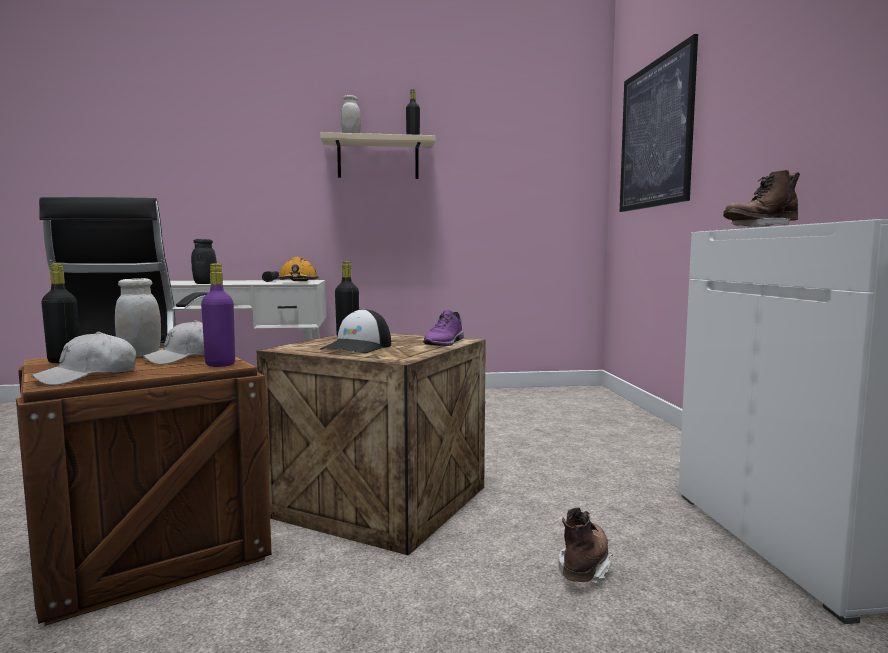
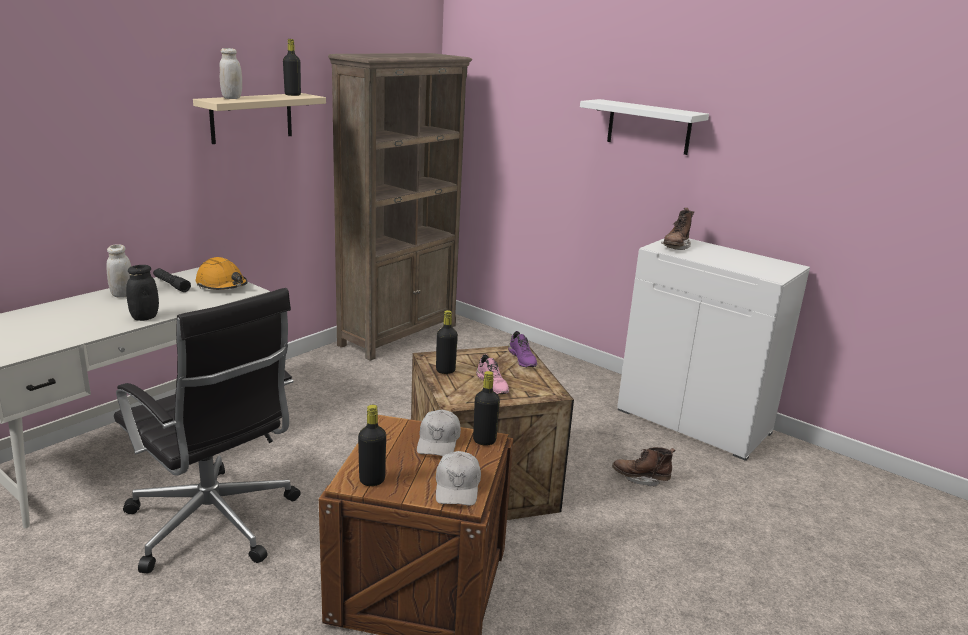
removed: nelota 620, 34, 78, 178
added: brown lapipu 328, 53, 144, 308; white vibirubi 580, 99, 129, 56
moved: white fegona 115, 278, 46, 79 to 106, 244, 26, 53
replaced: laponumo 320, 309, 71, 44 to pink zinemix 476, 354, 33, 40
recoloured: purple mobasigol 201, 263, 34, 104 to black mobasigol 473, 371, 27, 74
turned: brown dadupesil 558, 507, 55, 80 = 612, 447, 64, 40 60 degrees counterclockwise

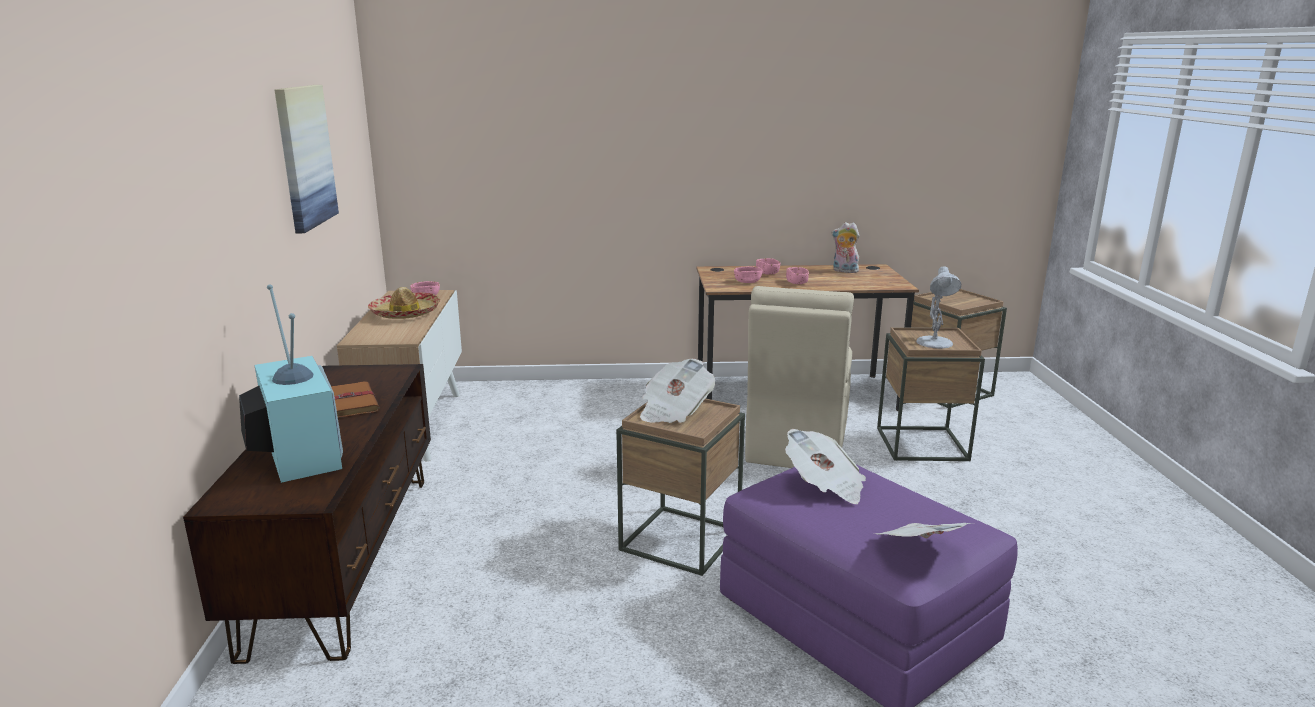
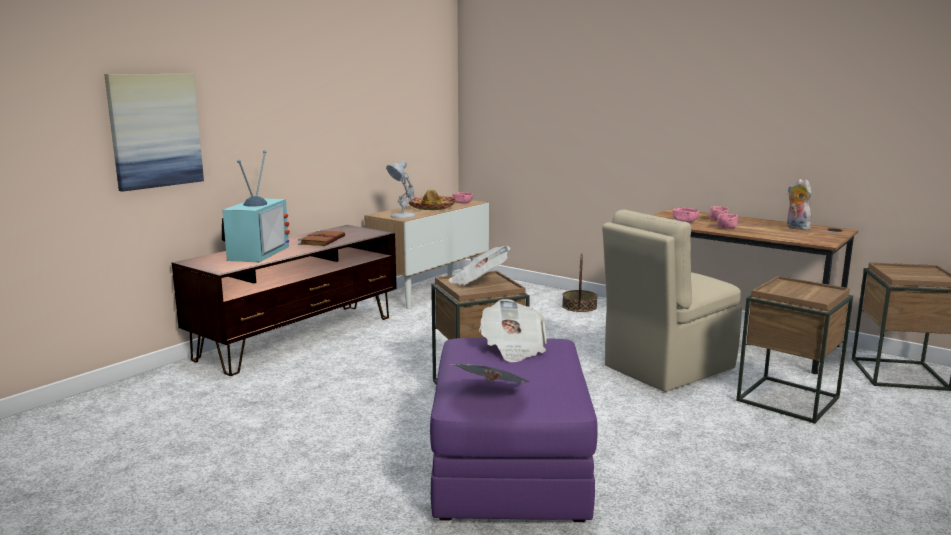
added: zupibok 562, 253, 36, 59
moved: nelota 274, 85, 65, 148 to 104, 74, 100, 118; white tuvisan 916, 266, 45, 83 to 386, 161, 30, 57

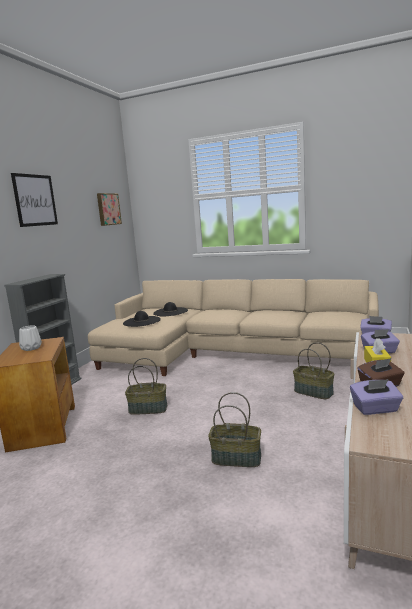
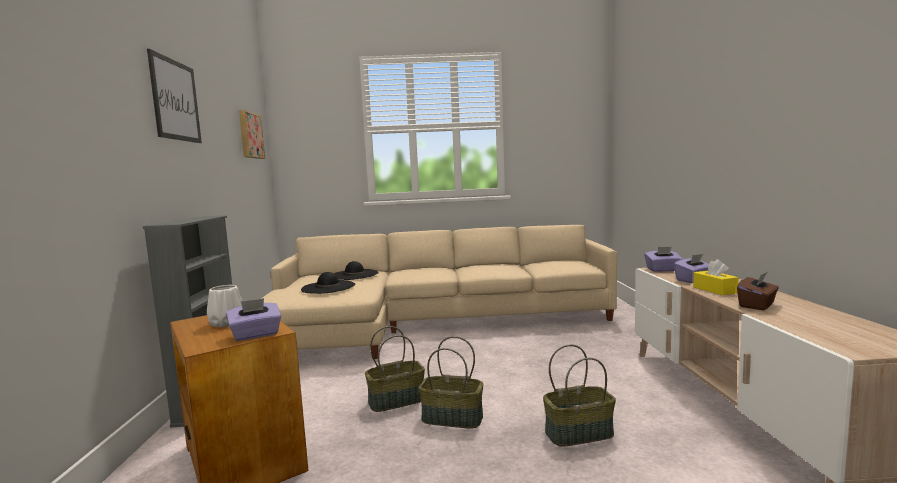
moved: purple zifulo 350, 379, 53, 36 to 226, 298, 55, 43; zupibok 293, 342, 41, 57 to 418, 336, 65, 92

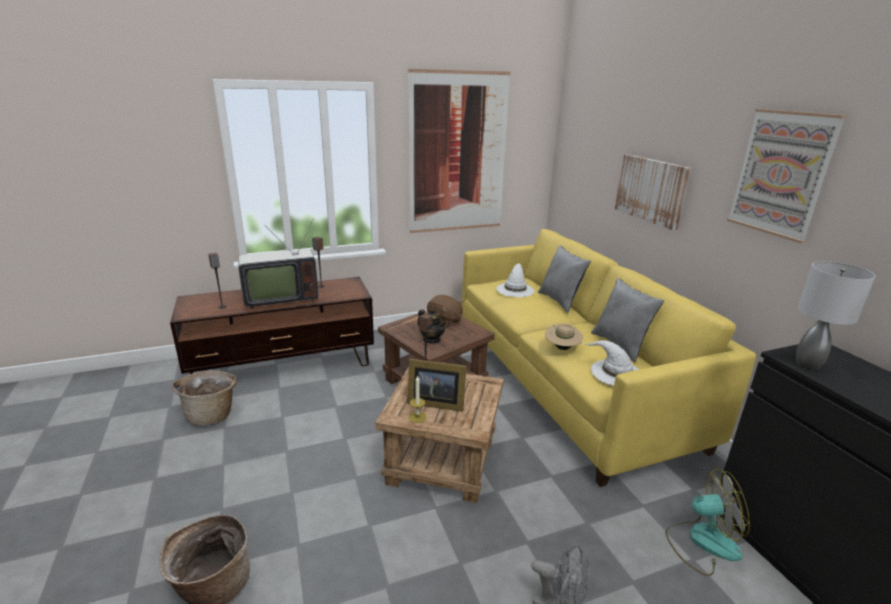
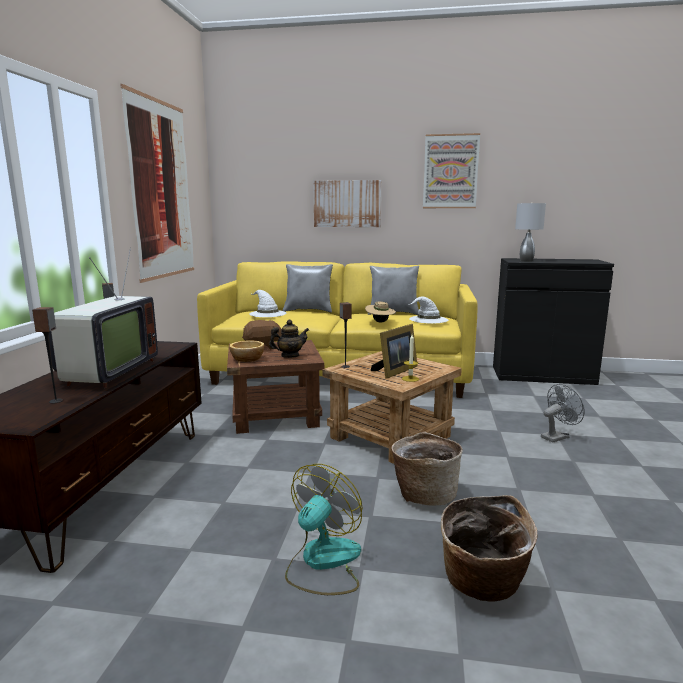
added: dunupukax 229, 340, 35, 22
moved: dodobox 665, 468, 85, 108 to 285, 464, 78, 131; zupibok 172, 370, 65, 55 to 391, 432, 72, 73

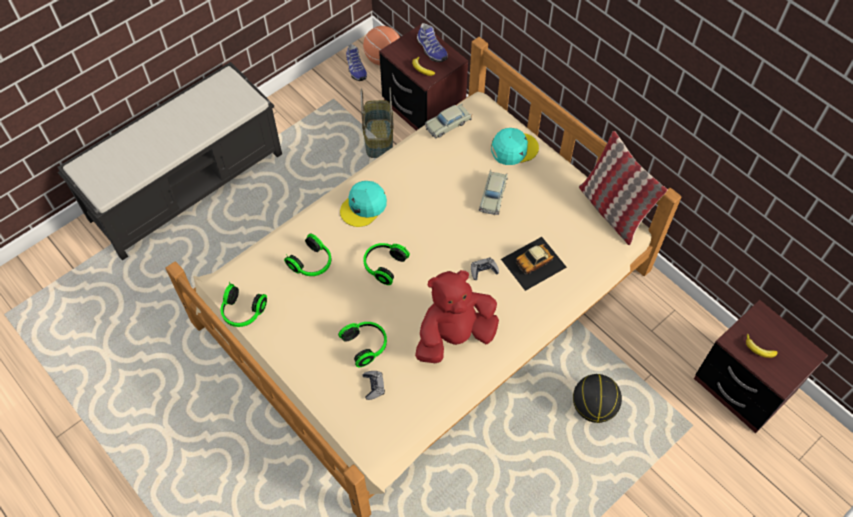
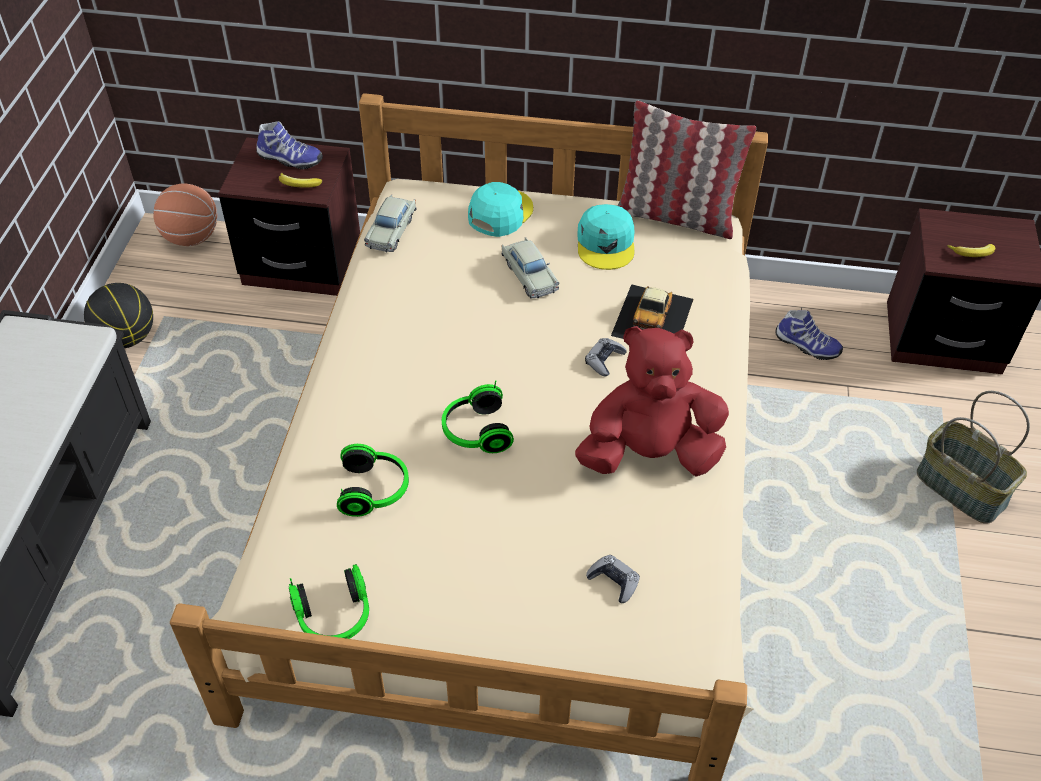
removed: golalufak 338, 322, 49, 45
moved: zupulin 573, 374, 49, 49 to 84, 283, 69, 65; turquoise laponumo 340, 181, 47, 46 to 578, 204, 57, 66; zinemix 346, 44, 21, 37 to 775, 310, 68, 50; zupibok 361, 87, 33, 71 to 917, 391, 113, 133
turned: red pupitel 415, 270, 84, 93 = 575, 326, 154, 151 60 degrees clockwise

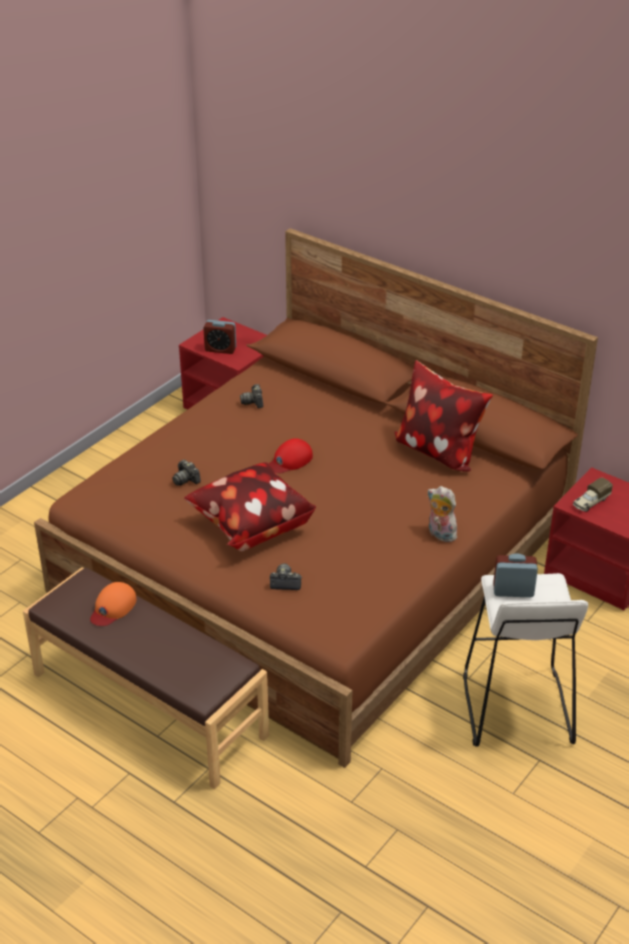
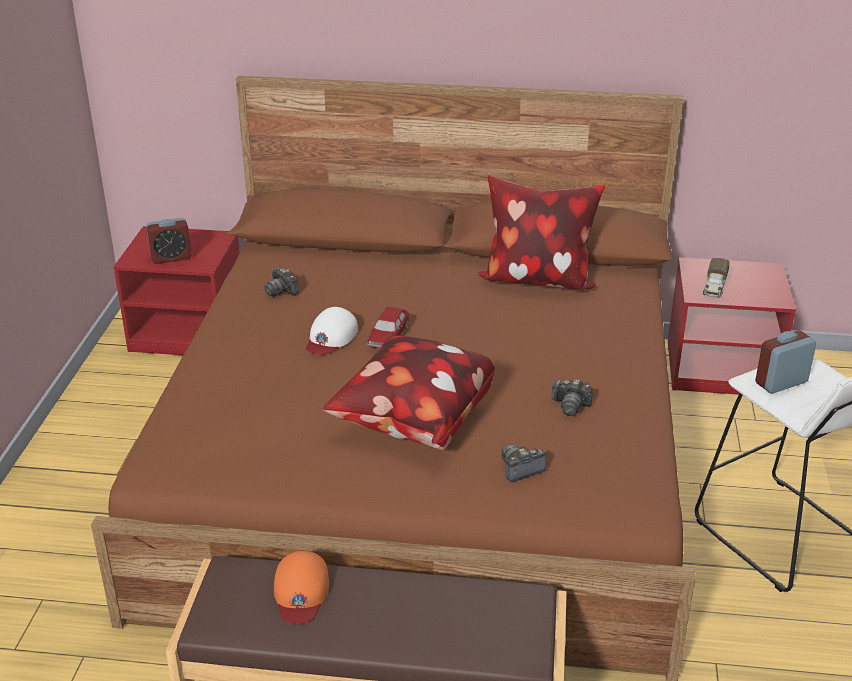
removed: pupitel 428, 486, 29, 56
added: white laponumo 306, 307, 52, 48
moved: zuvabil 172, 460, 29, 26 to 551, 379, 42, 37
replaced: red laponumo 269, 438, 44, 35 to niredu 366, 307, 44, 41

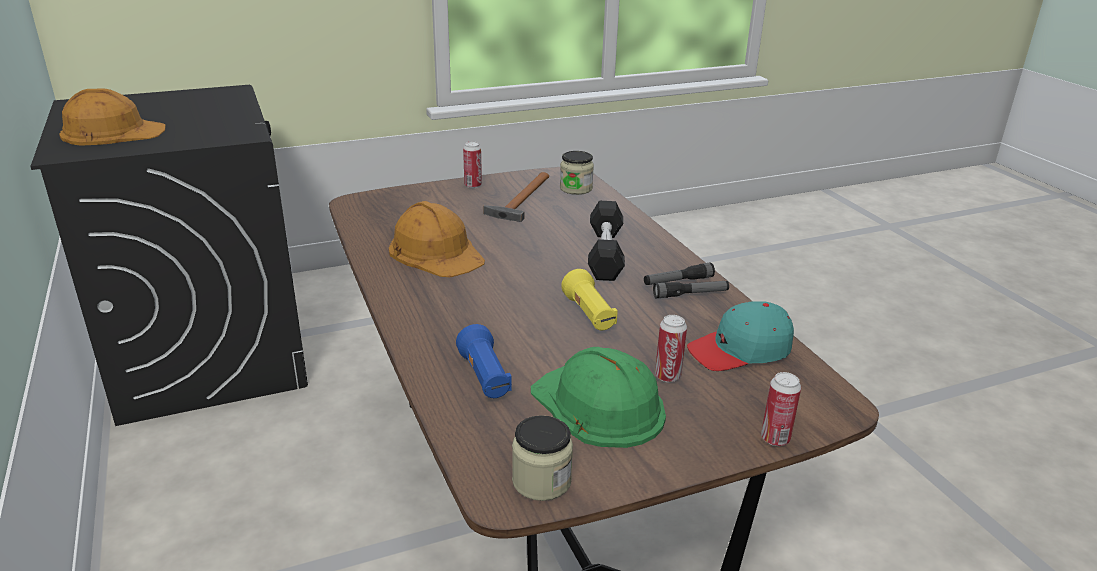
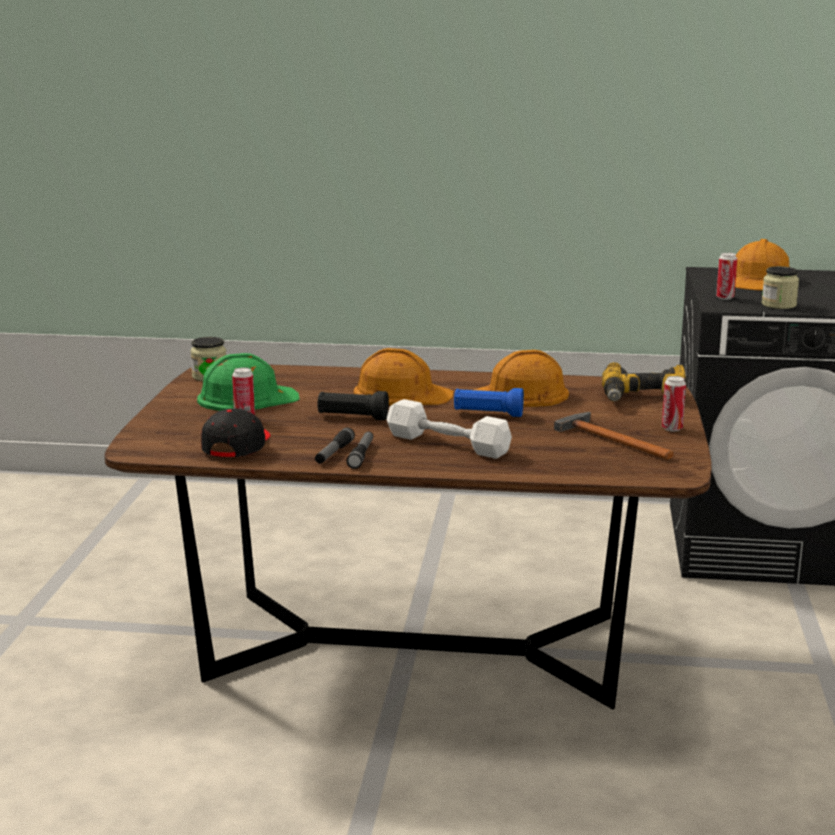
added: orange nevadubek 354, 348, 100, 57; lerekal 602, 362, 85, 39
moved: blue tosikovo 456, 324, 56, 74 to 454, 388, 70, 29; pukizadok 761, 372, 40, 74 to 716, 253, 21, 47; fegona 560, 151, 34, 44 to 761, 266, 38, 43
recoloured: turquoise laponumo 687, 301, 107, 70 to black laponumo 201, 408, 69, 49; yellow tosikovo 561, 269, 57, 62 to black tosikovo 318, 391, 71, 29; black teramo 588, 201, 37, 80 to white teramo 386, 399, 126, 60

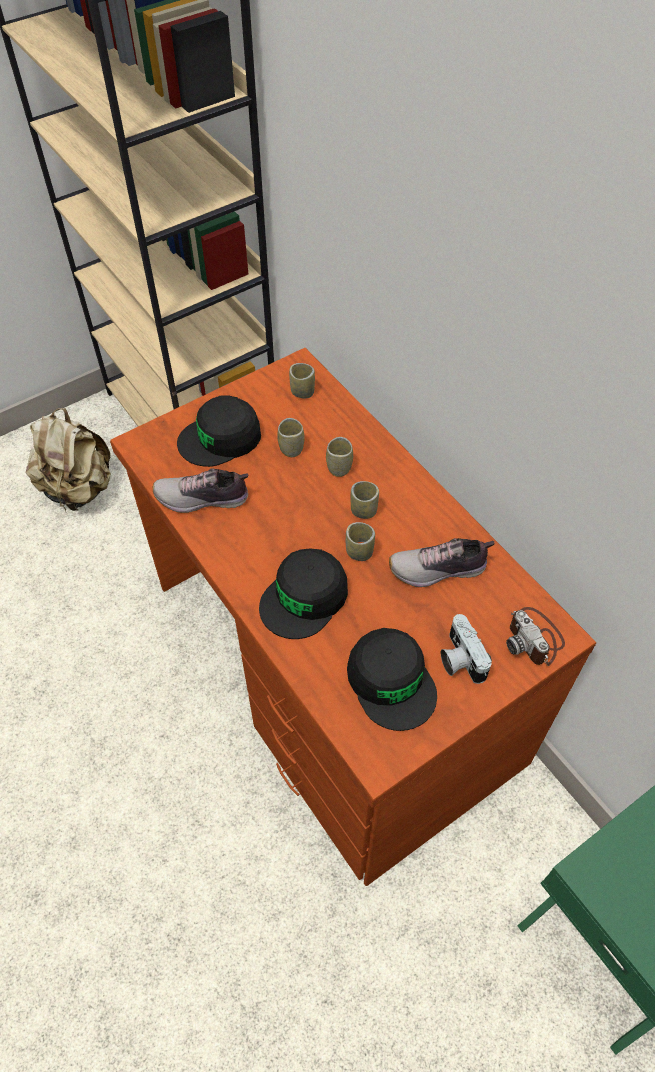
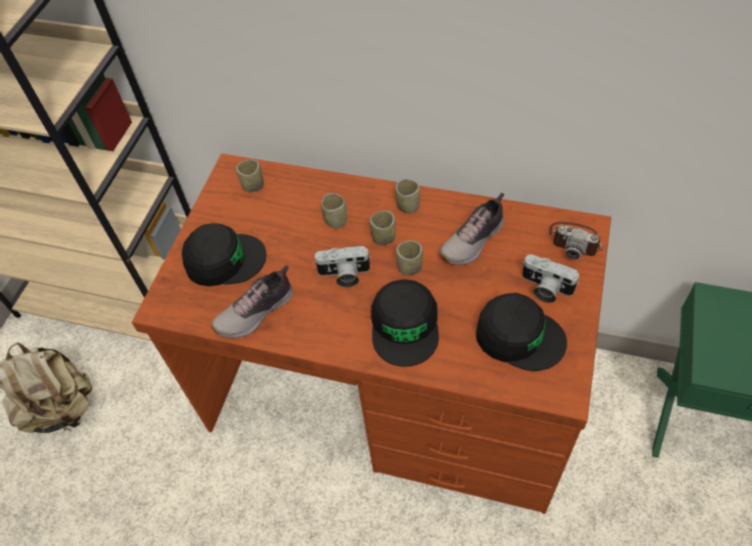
added: zuvabil 315, 245, 56, 42
moved: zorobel 277, 418, 28, 39 to 395, 179, 25, 34
turned: black laponumo 177, 396, 84, 71 = 182, 223, 84, 63 120 degrees counterclockwise

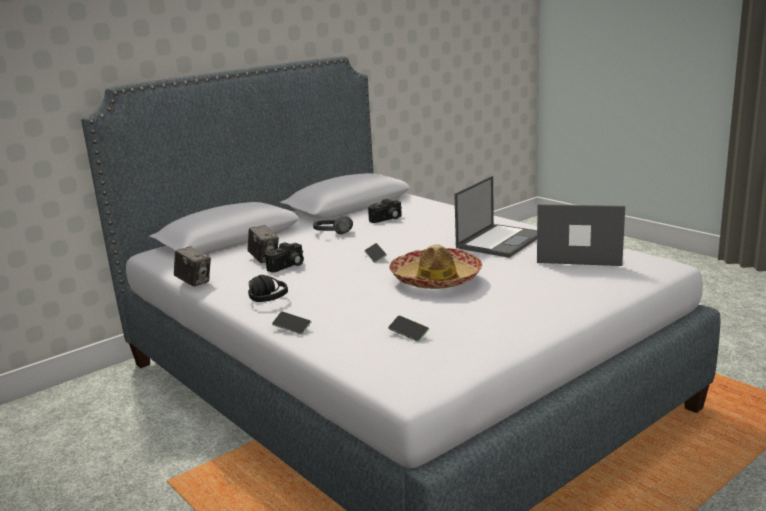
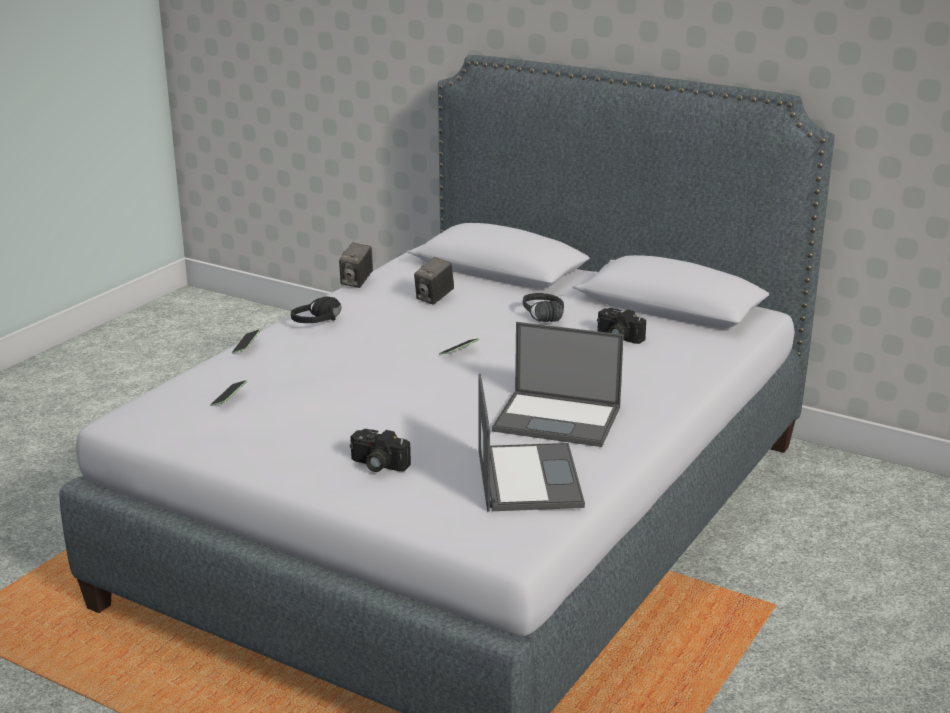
removed: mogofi 389, 244, 93, 45
moved: zuvabil 265, 242, 39, 31 to 350, 429, 61, 43

